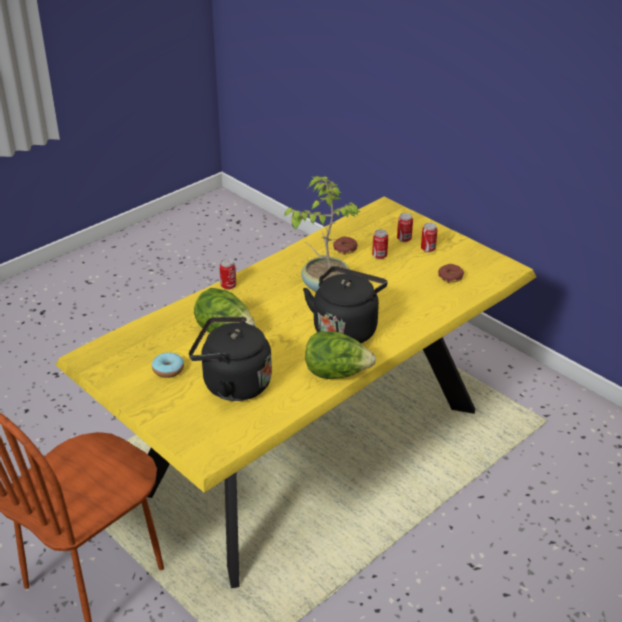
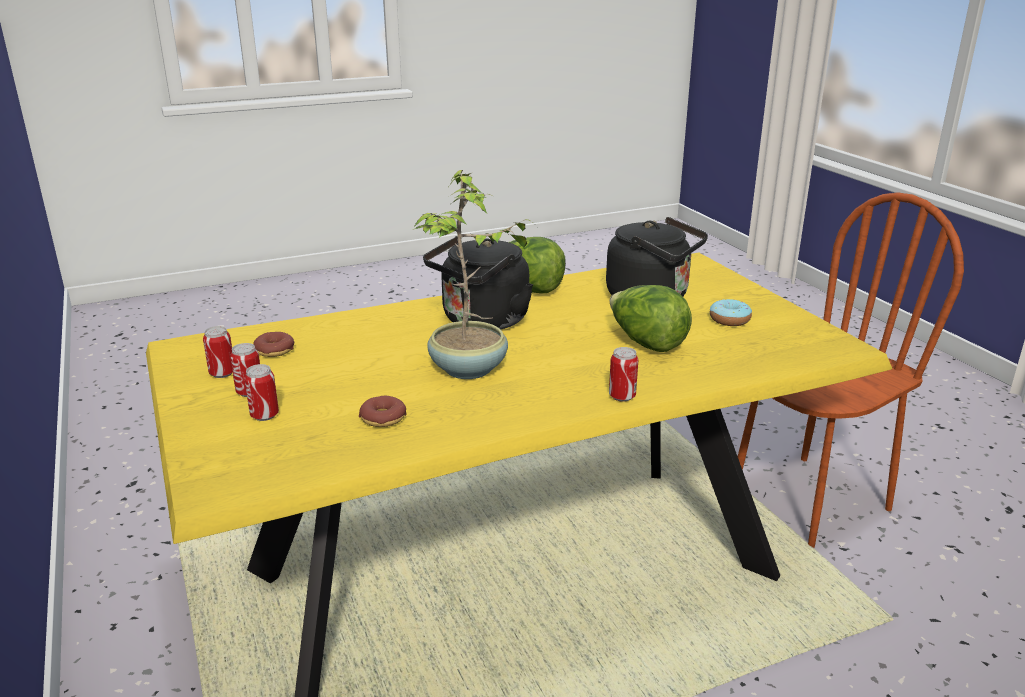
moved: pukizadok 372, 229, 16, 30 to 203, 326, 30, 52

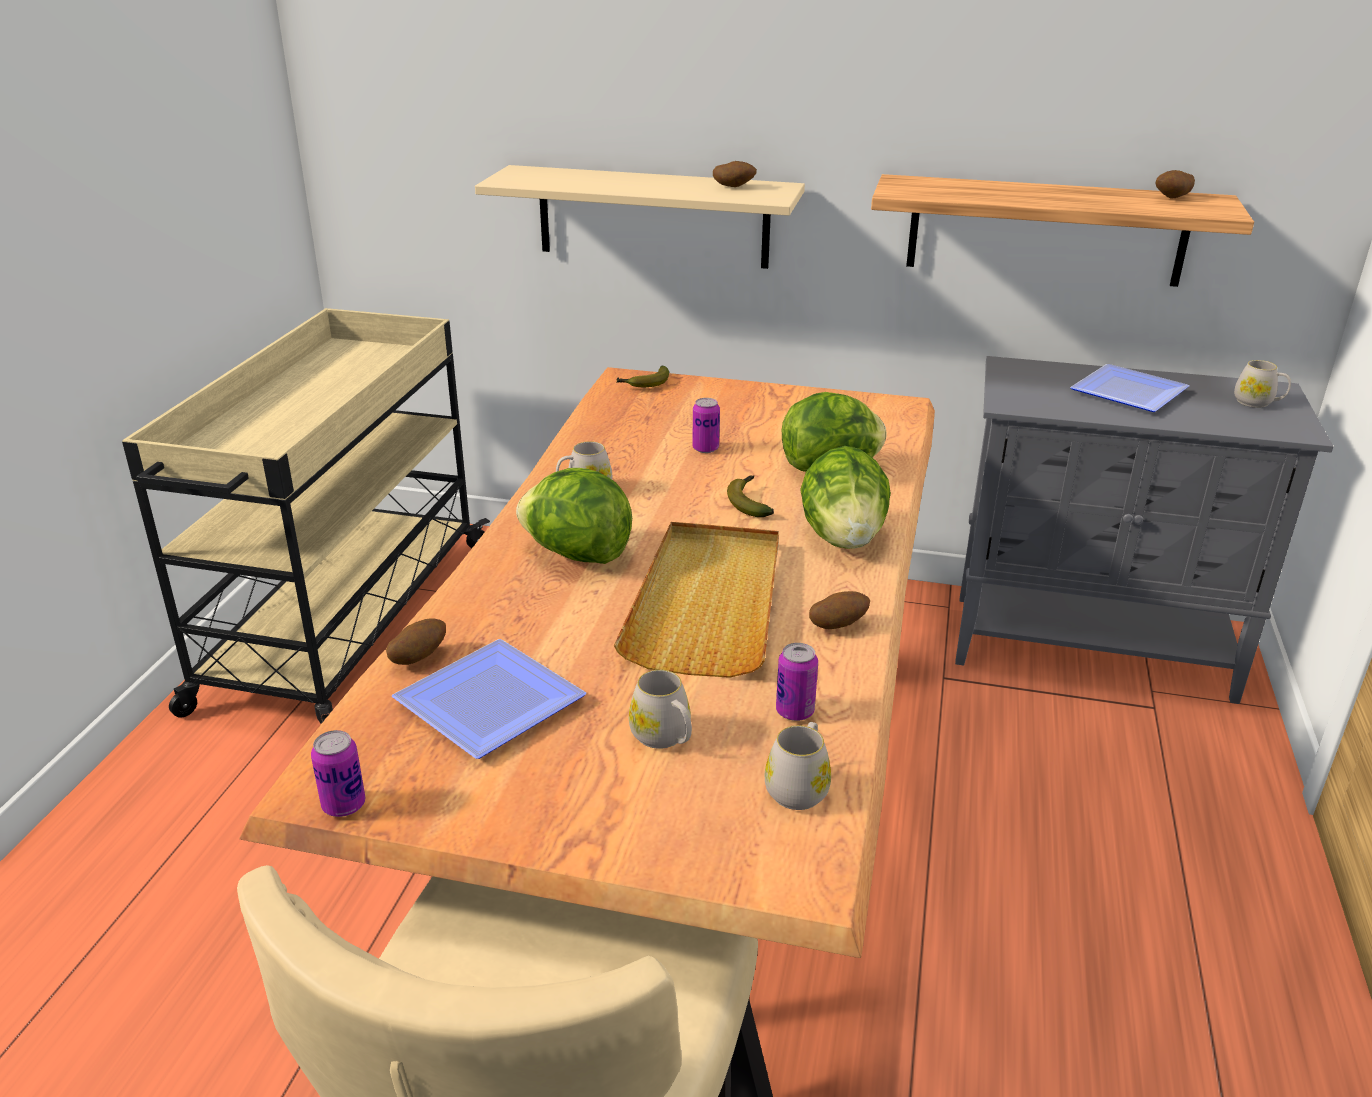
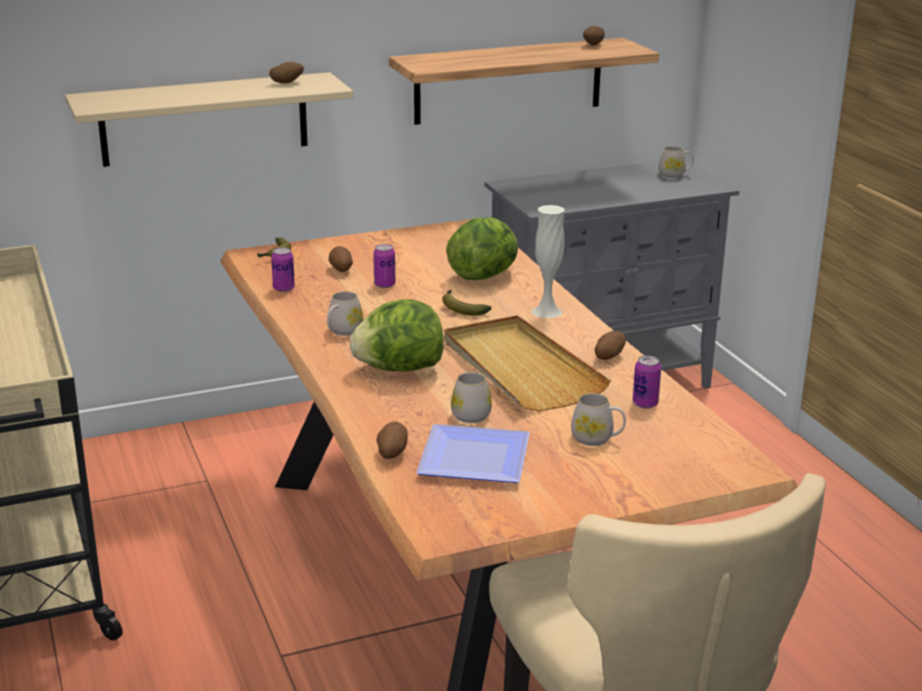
removed: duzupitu 1070, 364, 119, 48
added: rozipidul 329, 246, 24, 26
moved: pukizadok 311, 730, 54, 87 to 271, 247, 24, 45; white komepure 765, 722, 66, 88 to 451, 372, 41, 51
replaced: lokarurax 800, 446, 91, 103 to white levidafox 532, 205, 33, 113

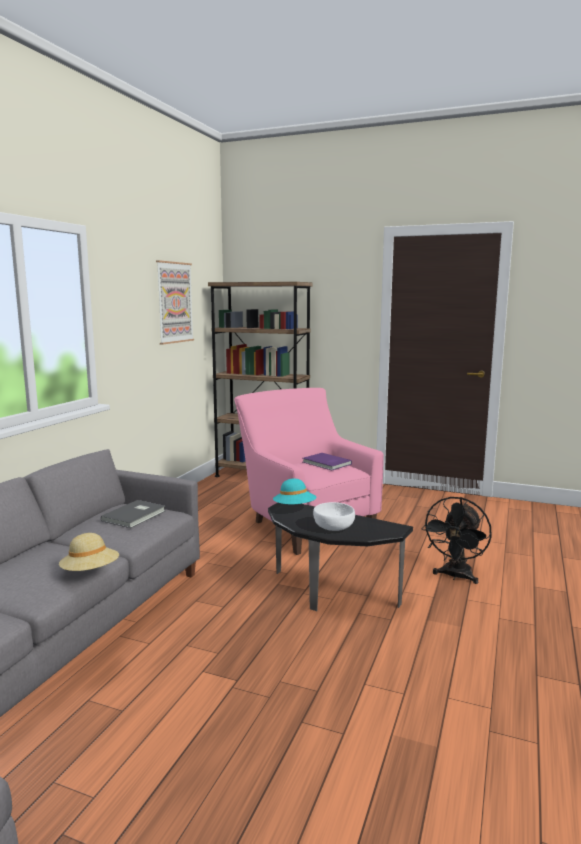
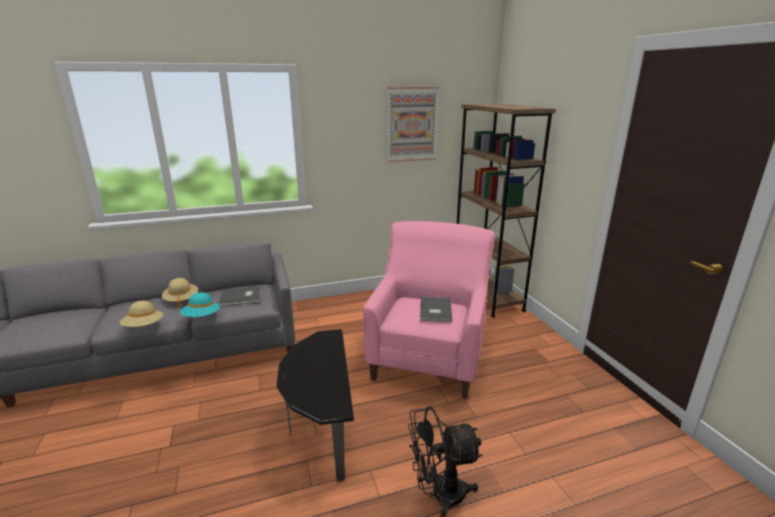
removed: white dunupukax 313, 502, 42, 29
added: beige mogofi 162, 278, 36, 30
moved: turquoise mogofi 273, 478, 43, 26 to 180, 292, 40, 25
recoloured: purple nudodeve 303, 453, 49, 17 to grey nudodeve 420, 297, 32, 25

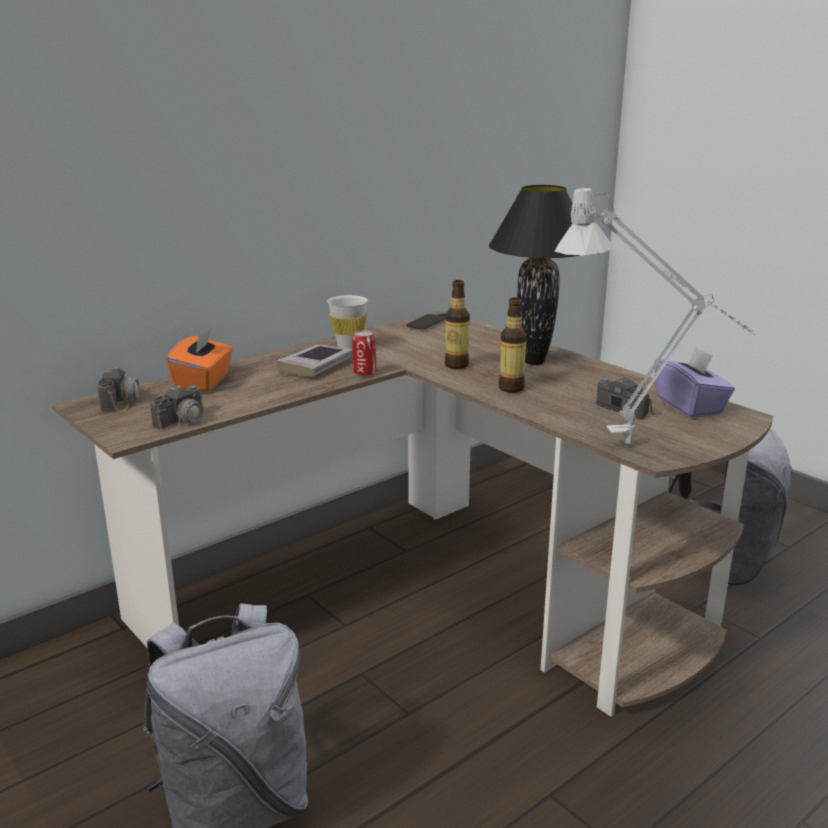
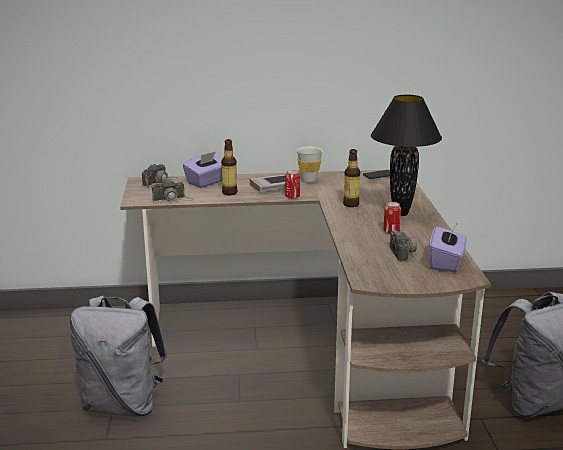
removed: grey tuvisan 555, 184, 200, 260
added: pukizadok 383, 202, 18, 32
moved: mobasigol 498, 298, 29, 95 to 221, 139, 16, 56
recoloured: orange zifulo 166, 327, 67, 65 to purple zifulo 183, 151, 39, 37

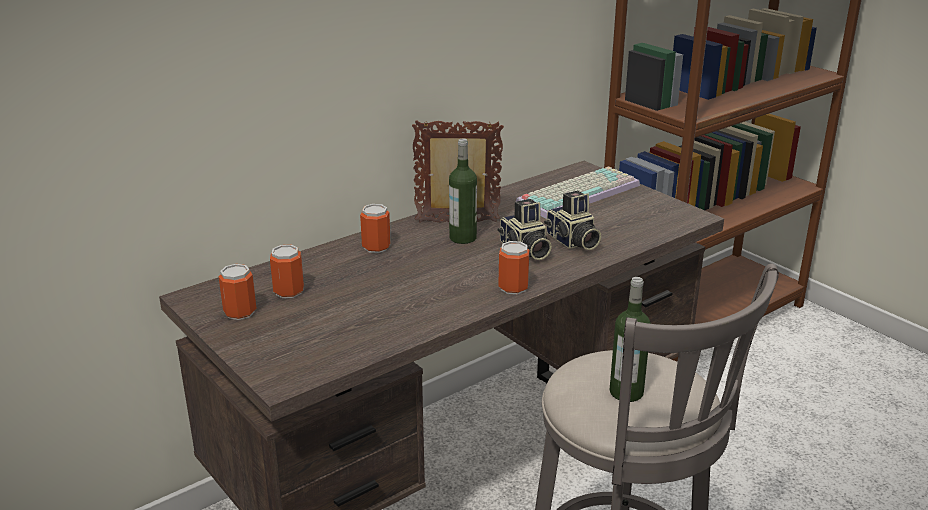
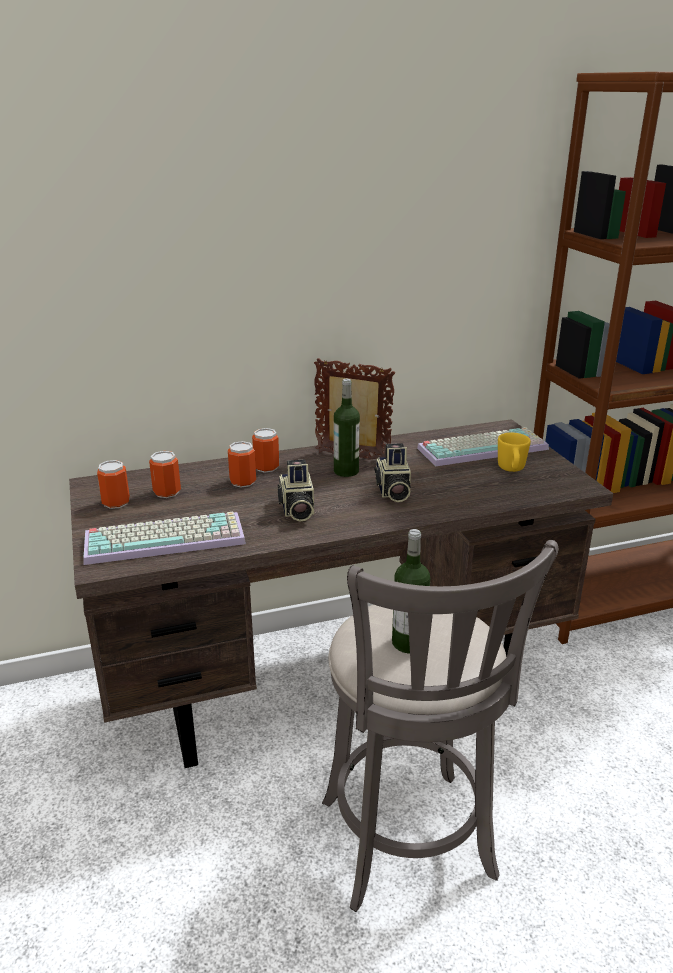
added: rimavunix 83, 512, 163, 53; yellow komepure 498, 433, 33, 39
moved: pukizadok 498, 241, 31, 53 to 228, 441, 28, 47; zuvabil 544, 191, 57, 59 to 278, 460, 36, 62

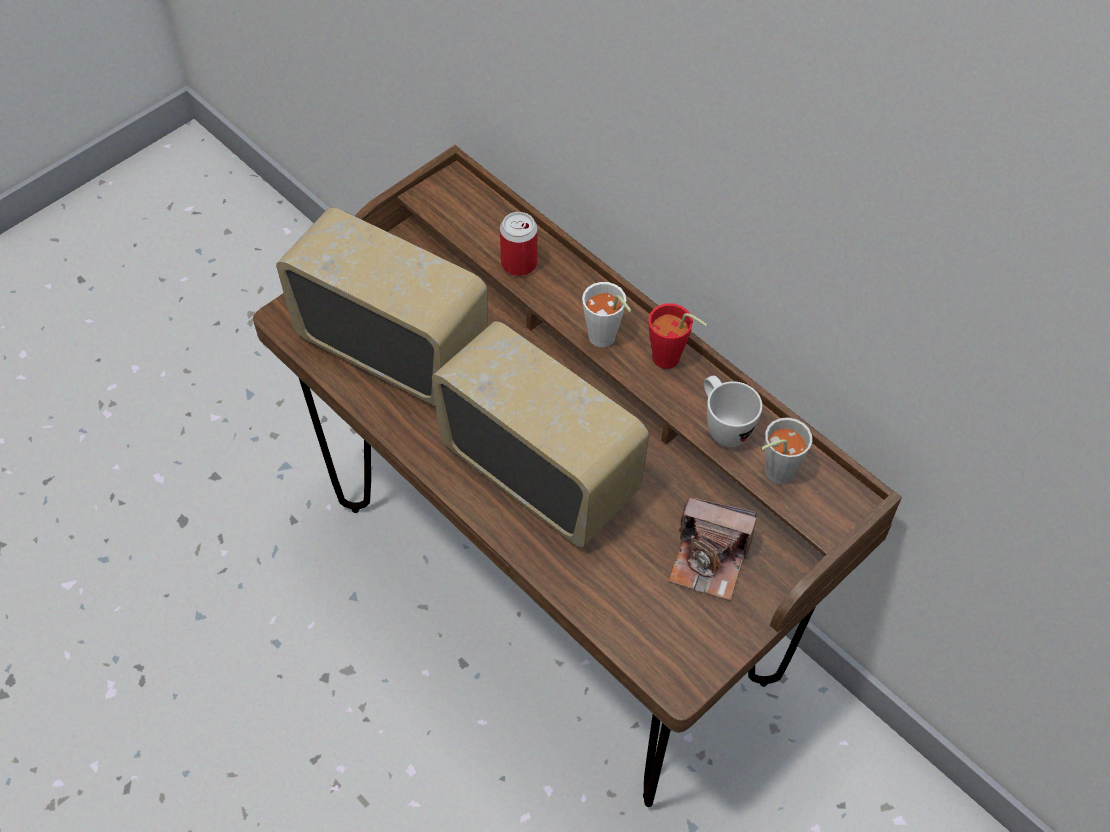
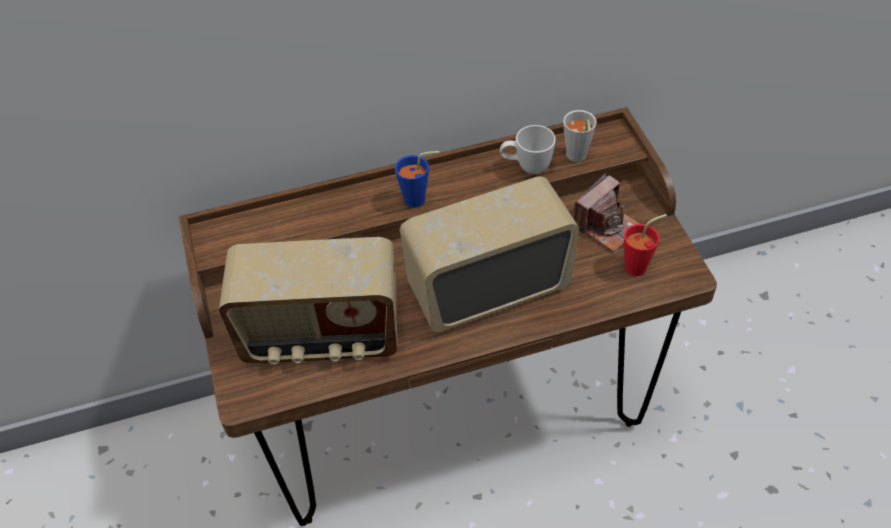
removed: pukizadok 500, 212, 38, 64
moved: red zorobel 648, 303, 59, 66 to 624, 214, 43, 62
recoloured: white zorobel 582, 282, 49, 65 to blue zorobel 395, 151, 44, 57
turned: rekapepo 276, 207, 212, 199 = 219, 237, 178, 128 150 degrees counterclockwise

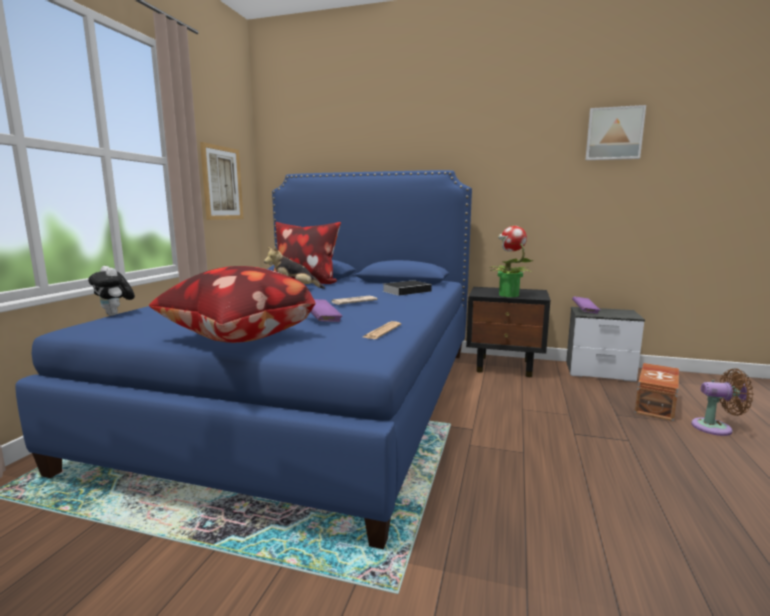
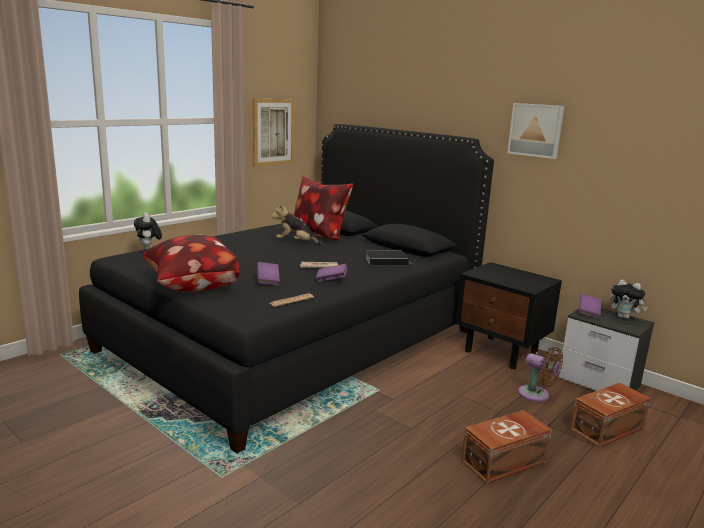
removed: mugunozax 489, 226, 44, 71
added: purple nudodeve 316, 264, 31, 18; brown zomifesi 461, 410, 91, 74; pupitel 610, 280, 37, 39
moved: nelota 585, 105, 61, 55 to 507, 103, 57, 56; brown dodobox 691, 369, 62, 67 to 518, 347, 45, 55
recoloured: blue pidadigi 15, 170, 457, 379 to black pidadigi 79, 124, 415, 329

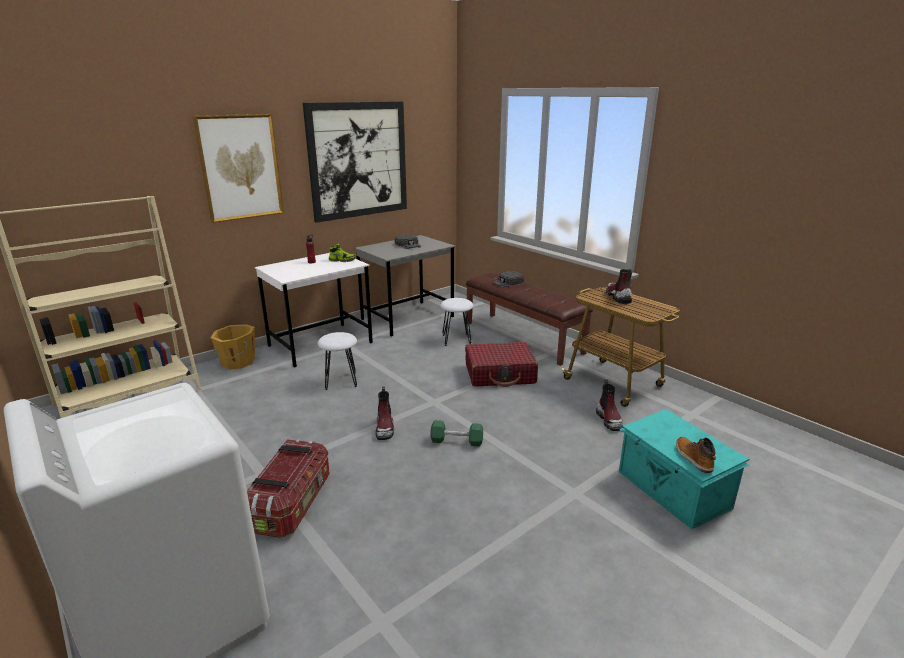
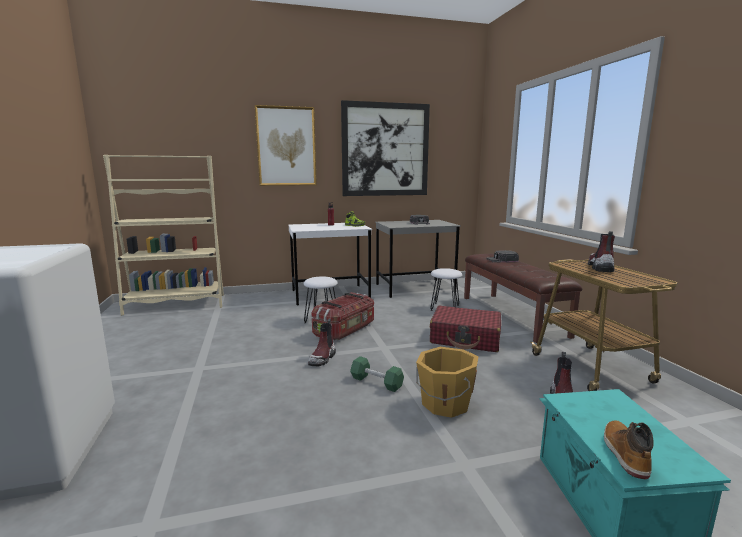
moved: zomifesi 247, 439, 83, 99 to 312, 292, 62, 49; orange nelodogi 211, 324, 44, 45 to 416, 347, 63, 71

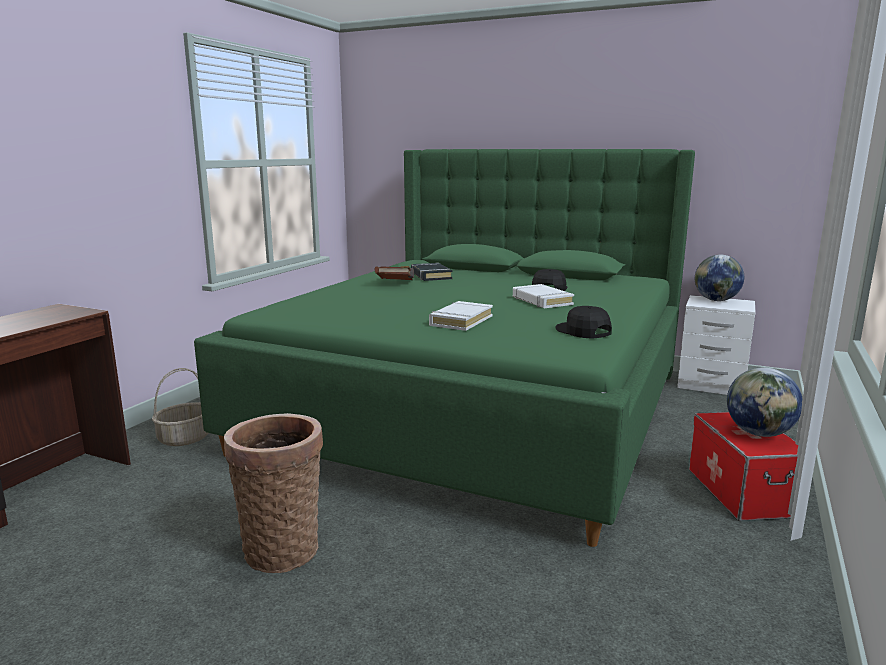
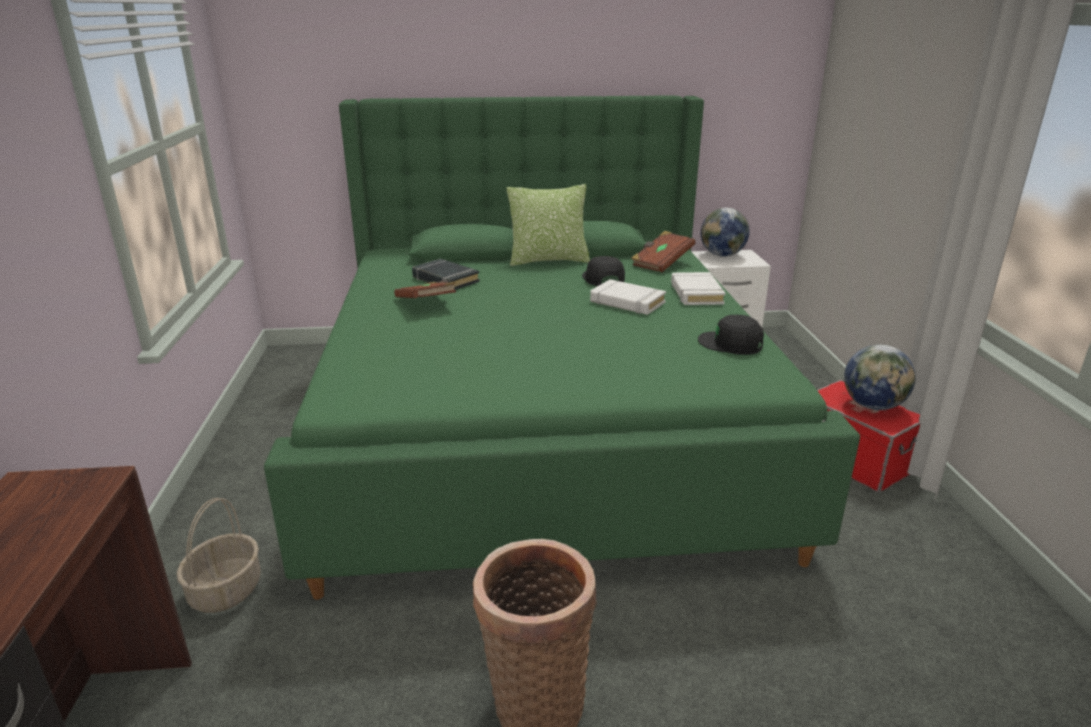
added: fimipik 507, 184, 83, 82; brown nudodeve 631, 231, 64, 41
moved: white nudodeve 429, 301, 64, 30 to 671, 272, 55, 33

